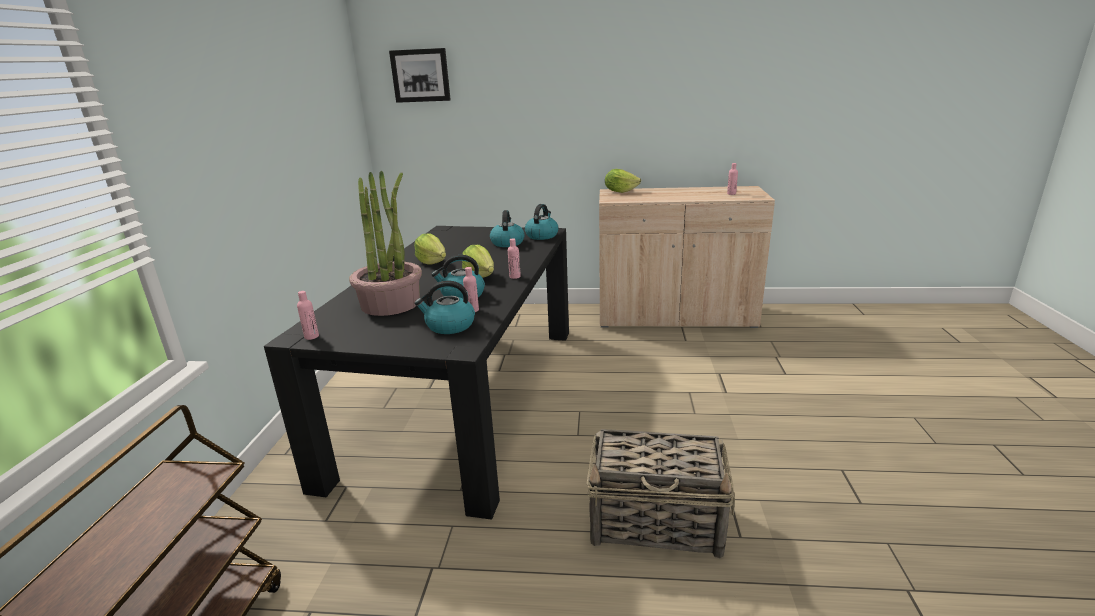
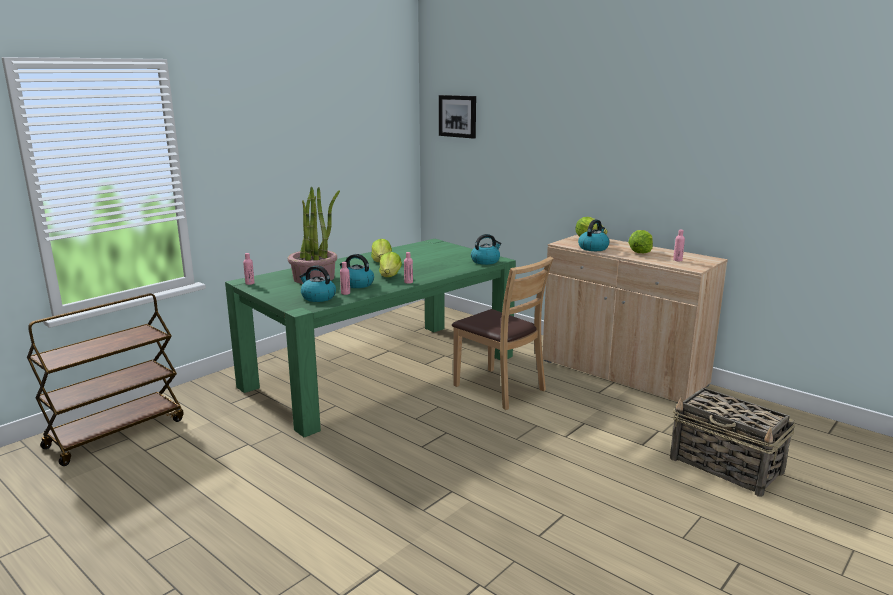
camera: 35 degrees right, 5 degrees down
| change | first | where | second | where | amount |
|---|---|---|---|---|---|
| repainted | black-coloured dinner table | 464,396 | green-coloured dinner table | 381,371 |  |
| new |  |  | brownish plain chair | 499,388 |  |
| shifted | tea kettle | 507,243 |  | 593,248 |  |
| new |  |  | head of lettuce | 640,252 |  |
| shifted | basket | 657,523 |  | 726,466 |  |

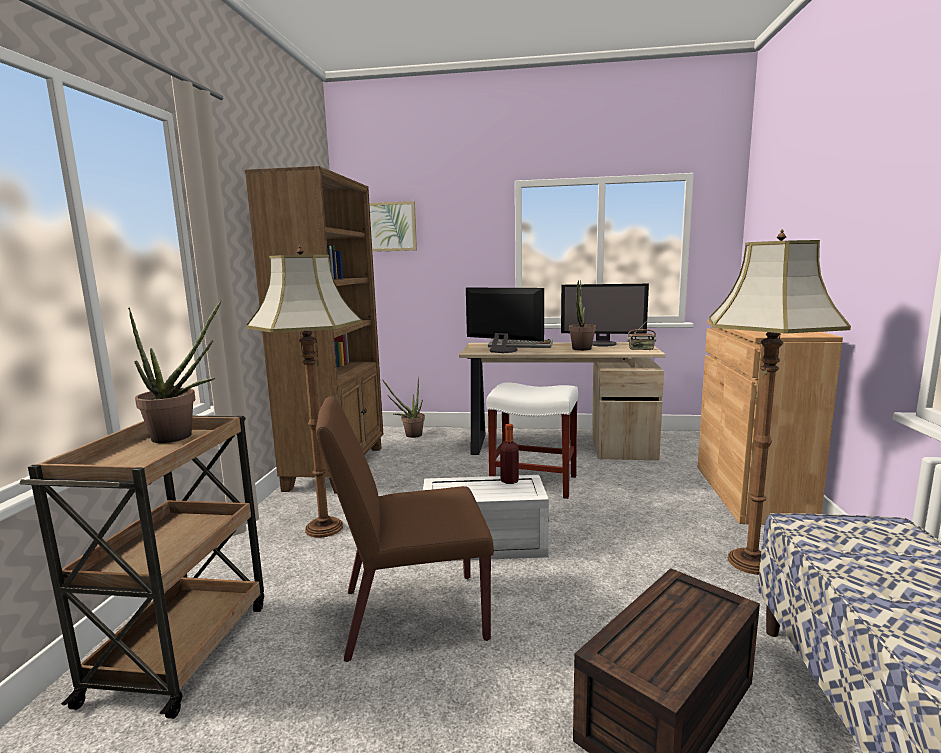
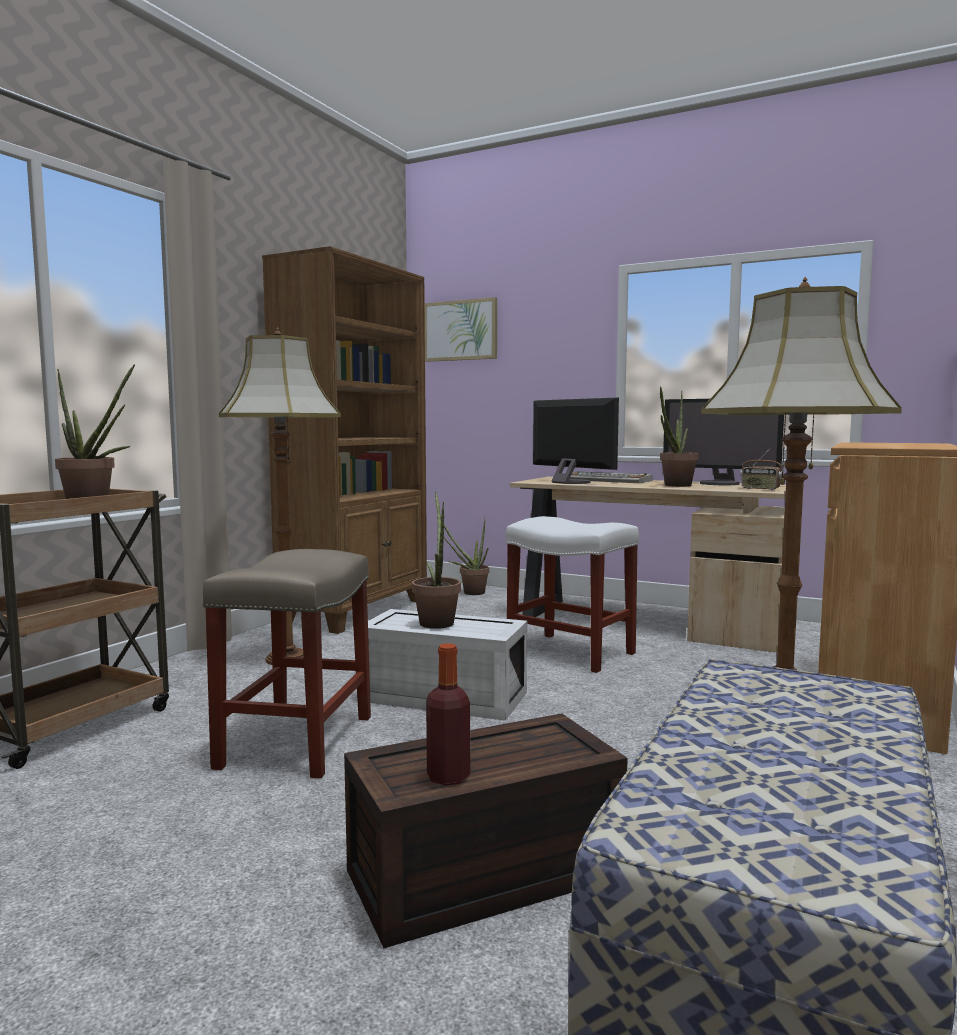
camera: 20 degrees right, 5 degrees down
| change | first | where | second | where | amount |
|---|---|---|---|---|---|
| swapped | brownish plain chair | 411,614 | beige-coloured stool seat | 297,740 |  |
| new |  |  | potted plant | 436,621 |  |
| shifted | drink bottle | 509,481 |  | 448,777 |  |

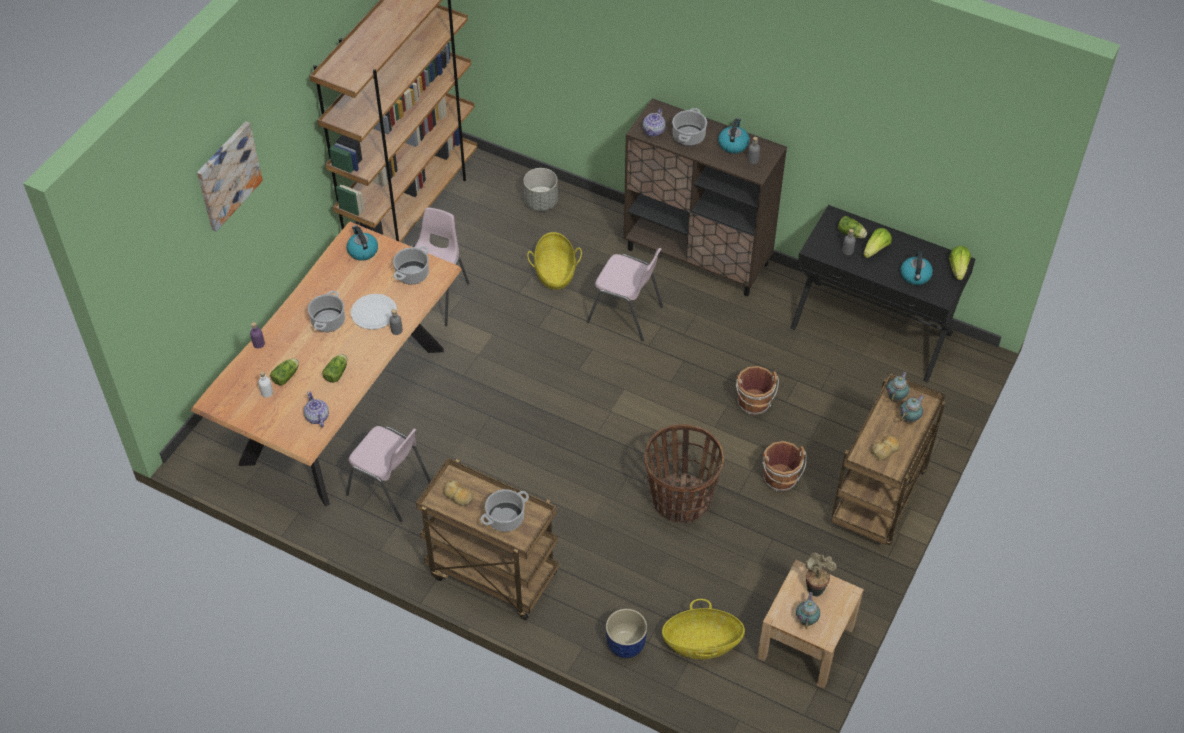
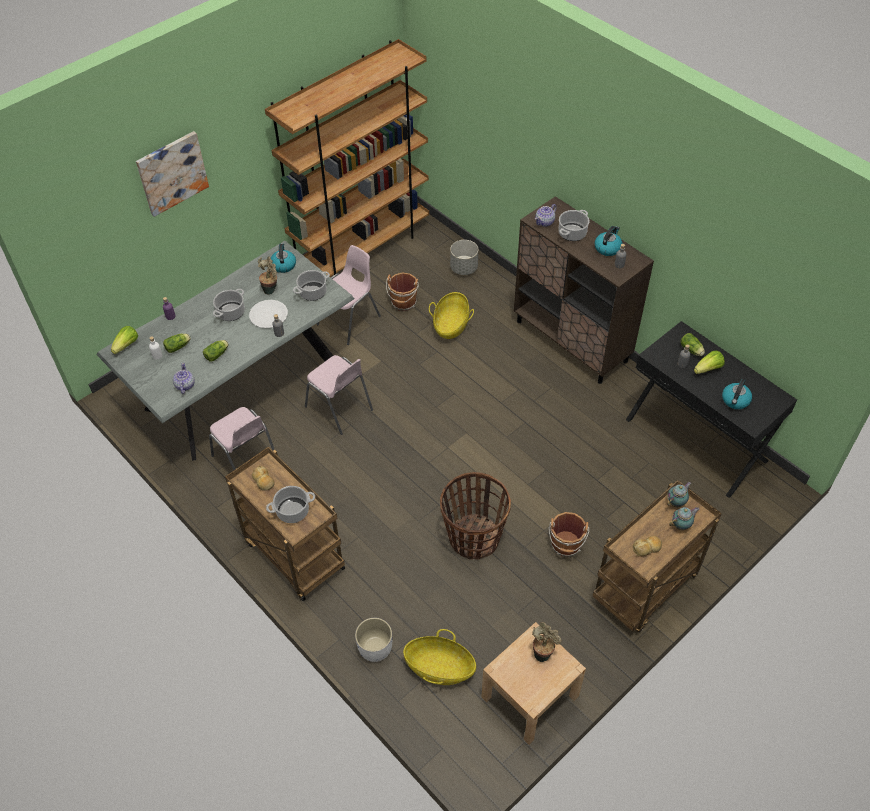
camera: 20 degrees right, 0 degrees up
| change | first | where | second | where | amount |
|---|---|---|---|---|---|
| repainted | brownish dinner table | 344,406 | greyish dinner table | 243,386 |  |
| shifted | head of lettuce | 958,268 |  | 127,345 |  |
| new |  |  | potted plant | 271,289 |  |
| shifted | pinkish plain chair | 626,315 |  | 339,409 |  |
| repainted | blue plant pot | 625,644 | whitish plant pot | 374,648 |  |
| shifted | brownish bucket | 754,404 |  | 403,303 |  |
| gone | teapot | 807,619 |  |  |  |

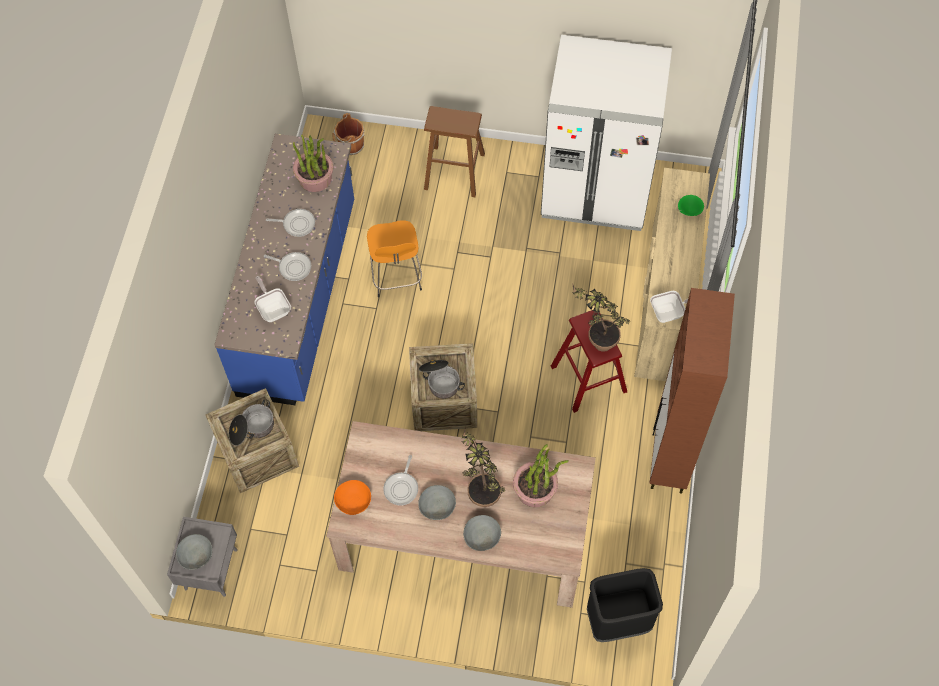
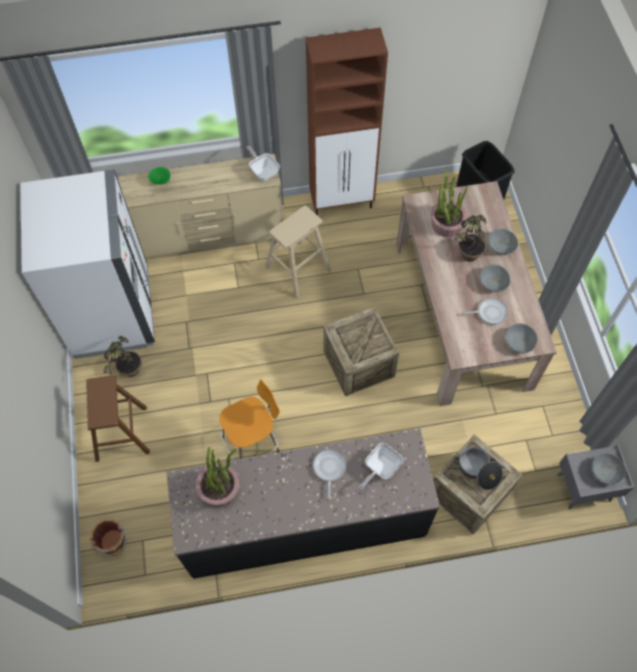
camera: 110 degrees left, 0 degrees up
| change | first | where | second | where | amount |
|---|---|---|---|---|---|
| shifted | potted plant | 596,339 |  | 129,375 |  |
| repainted | blue kitchen base unit | 299,298 | black-coloured kitchen base unit | 304,521 |  |
| repainted | red stool seat | 588,379 | beige-coloured stool seat | 298,269 |  |
| repainted | orange bowl | 354,501 | greyish bowl | 518,342 |  |
| gone | skillet | 297,224 |  |  |  |
| gone | cooking pot | 440,381 |  |  |  |

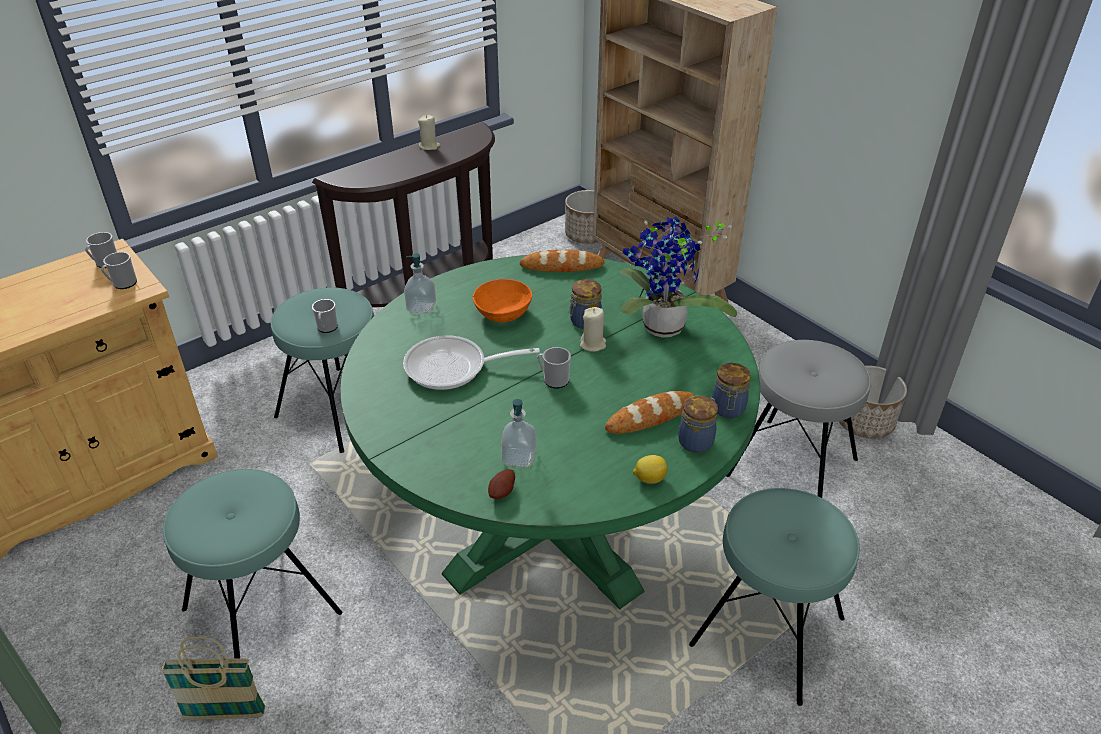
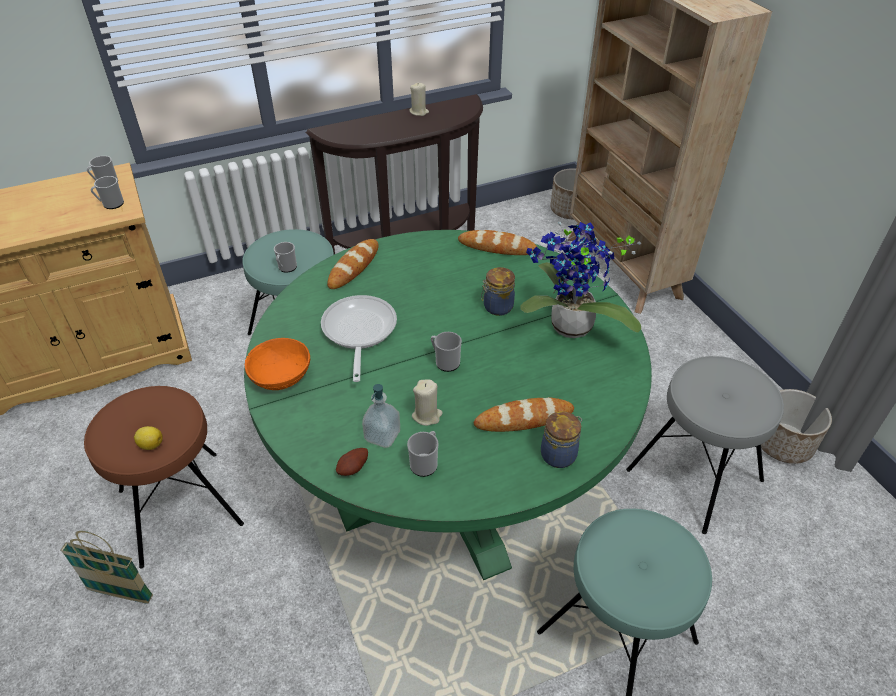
camera: 15 degrees right, 5 degrees up
| change | first | where | second | where | amount |
|---|---|---|---|---|---|
| repainted | blue-green stool seat | 262,611 | brownish stool seat | 180,507 |  |
| shifted | whole lemon | 649,478 |  | 150,444 |  |
| shifted | orange bowl | 504,313 |  | 282,376 |  |
| rotated | skillet | 453,368 |  | 358,333 | 75 degrees clockwise |
| swapped | liquid soap bottle | 421,307 | bread | 354,267 |  |
| new |  |  | mug | 425,463 |  |
| shifted | beige-coloured candle | 593,344 |  | 427,415 |  |
| gone | storage jar | 728,409 |  |  |  |

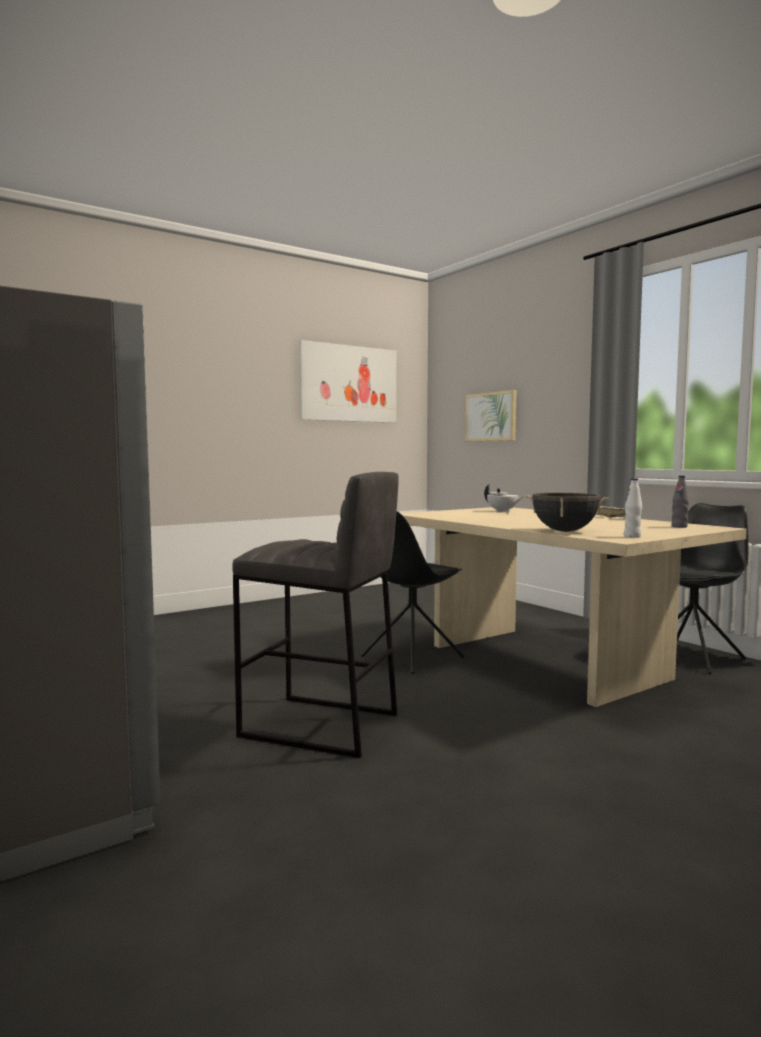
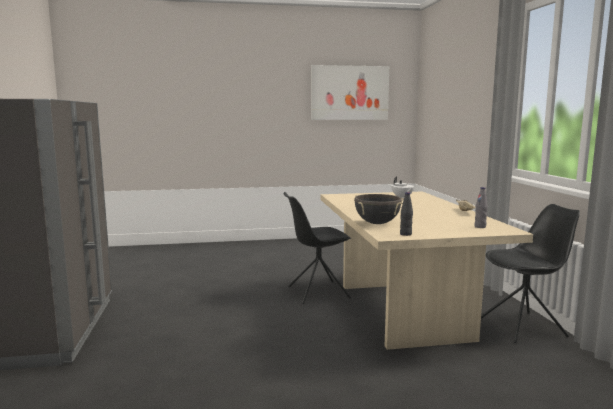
camera: 25 degrees right, 5 degrees up
| change | first | where | second | where | amount |
|---|---|---|---|---|---|
| repainted | whitish drink bottle | 632,536 | black-coloured drink bottle | 405,234 |  |
| gone | greyish stool seat | 320,726 |  |  |  |
| gone | picture | 491,416 |  |  |  |

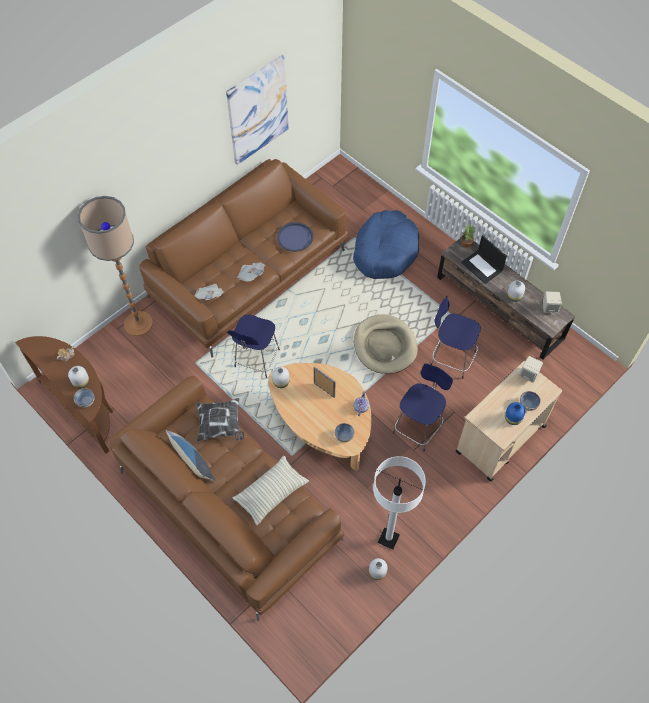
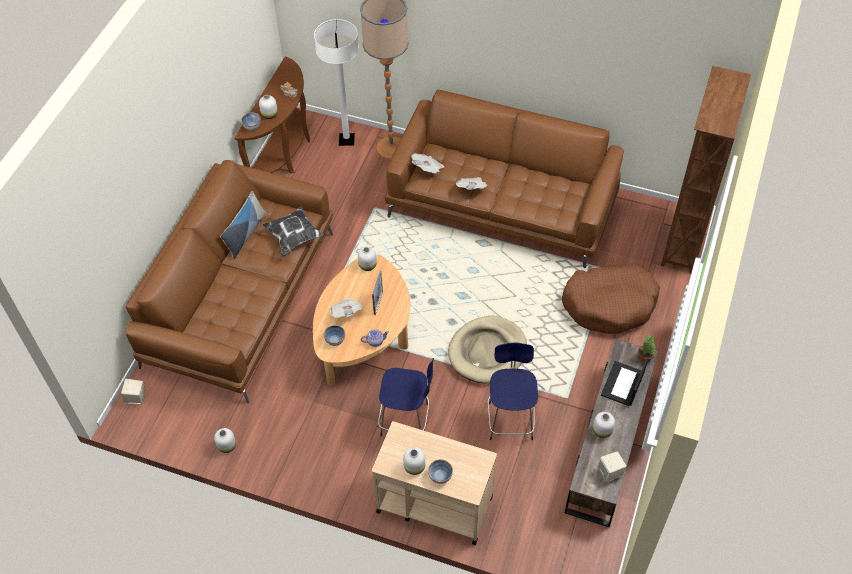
camera: 65 degrees right, 5 degrees down
| change | first | where | second | where | amount |
|---|---|---|---|---|---|
| shifted | beige-coloured speaker | 528,374 |  | 136,397 |  |
| shifted | whitish floor lamp | 388,539 |  | 346,140 |  |
| new |  |  | daily paper | 346,312 |  |
| repainted | blue decorative vase | 513,419 | whitish decorative vase | 414,467 |  |
| repainted | blue dog cushion | 385,251 | brownish dog cushion | 610,304 |  |
| new |  |  | brownish bookshelf | 683,241 |  |
| gone | picture | 257,110 |  |  |  |
| gone | blue stool seat | 256,360 |  |  |  |
| gone | throw pillow | 271,493 |  |  |  |
| gone | blue serving tray | 295,237 |  |  |  |

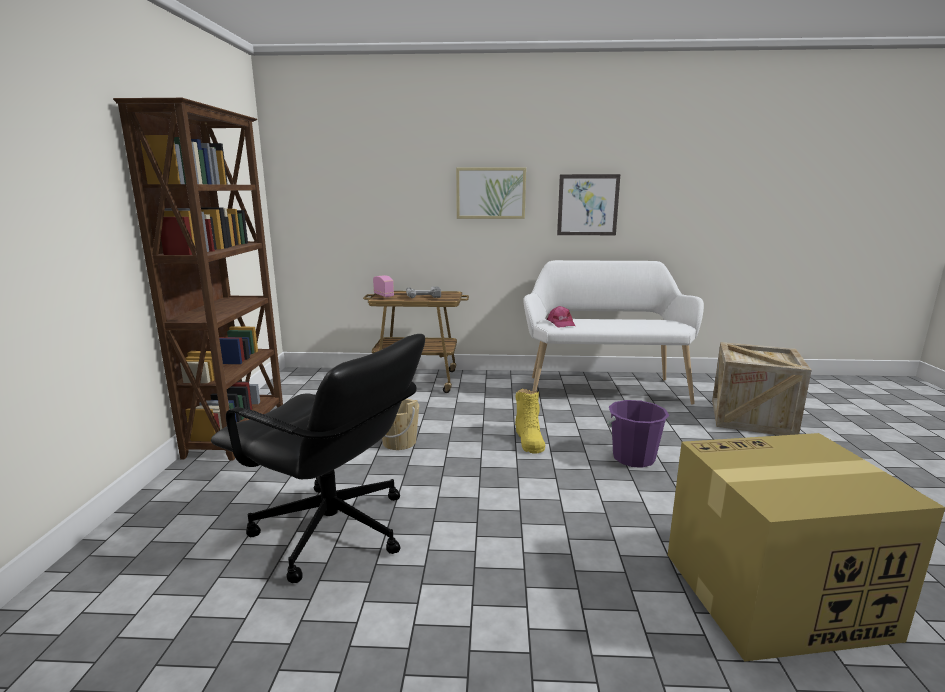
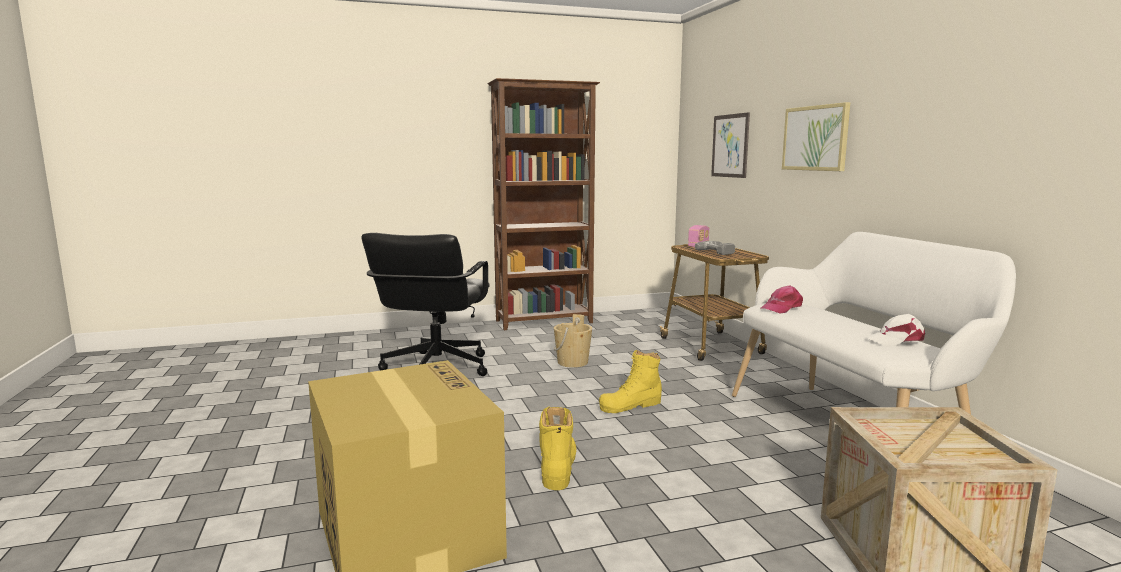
camera: 70 degrees right, 5 degrees down
| change | first | where | second | where | amount |
|---|---|---|---|---|---|
| new |  |  | yellow-coloured tall boot | 558,468 |  |
| shifted | picture | 588,205 |  | 730,146 |  |
| new |  |  | whitish peaked cap | 896,340 |  |
| gone | purple bucket | 633,458 |  |  |  |

